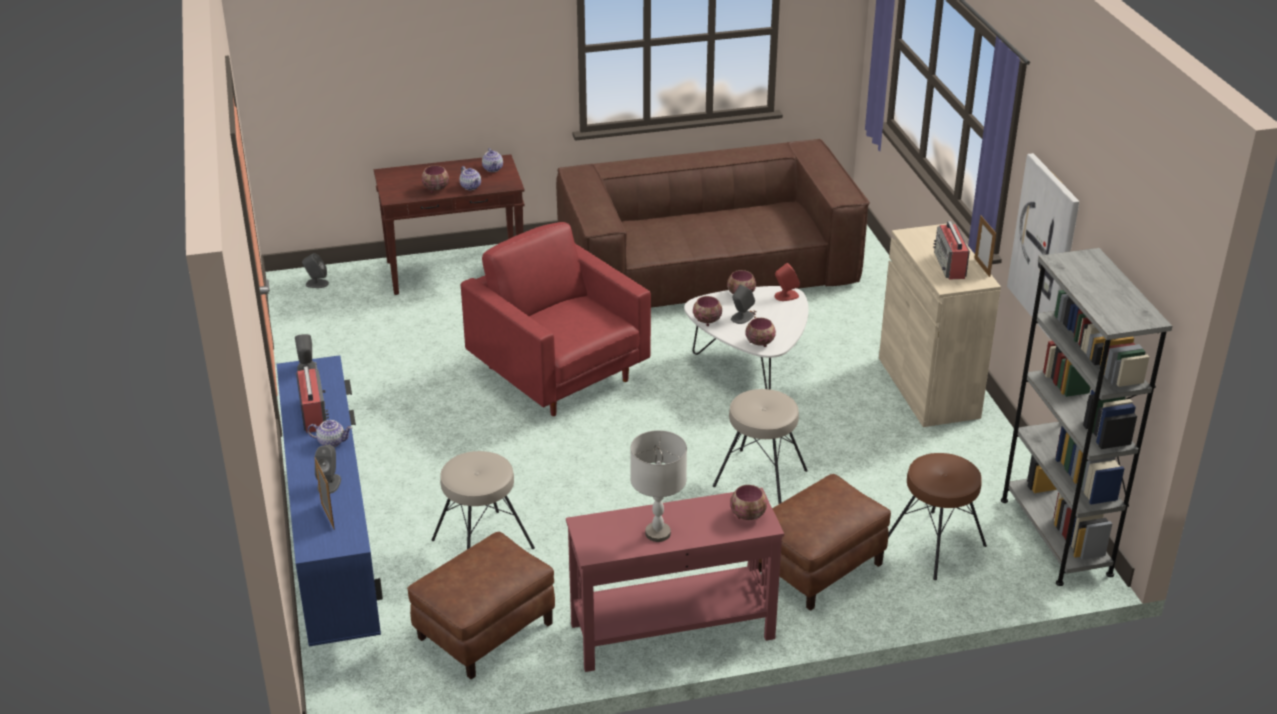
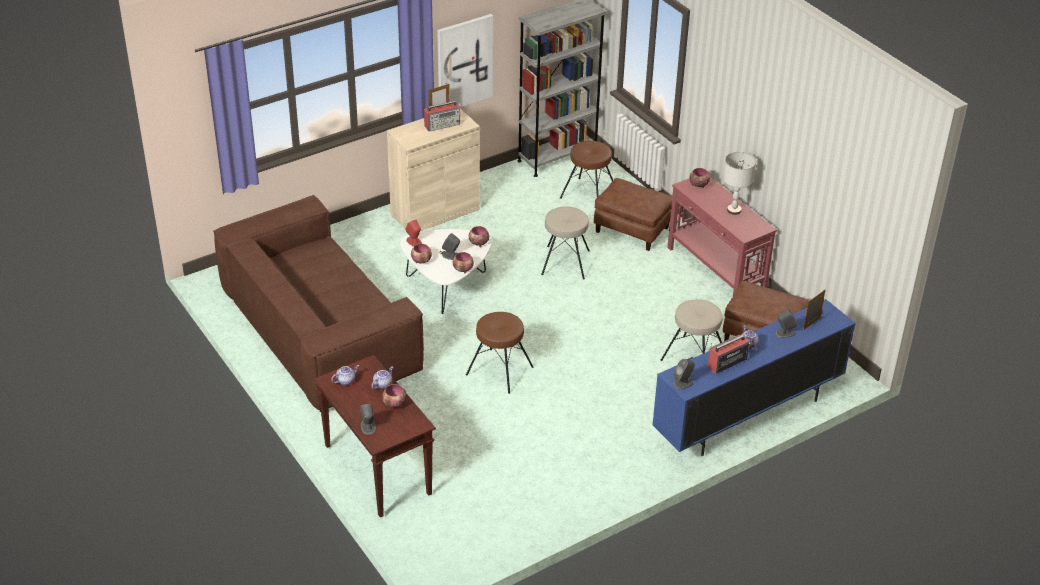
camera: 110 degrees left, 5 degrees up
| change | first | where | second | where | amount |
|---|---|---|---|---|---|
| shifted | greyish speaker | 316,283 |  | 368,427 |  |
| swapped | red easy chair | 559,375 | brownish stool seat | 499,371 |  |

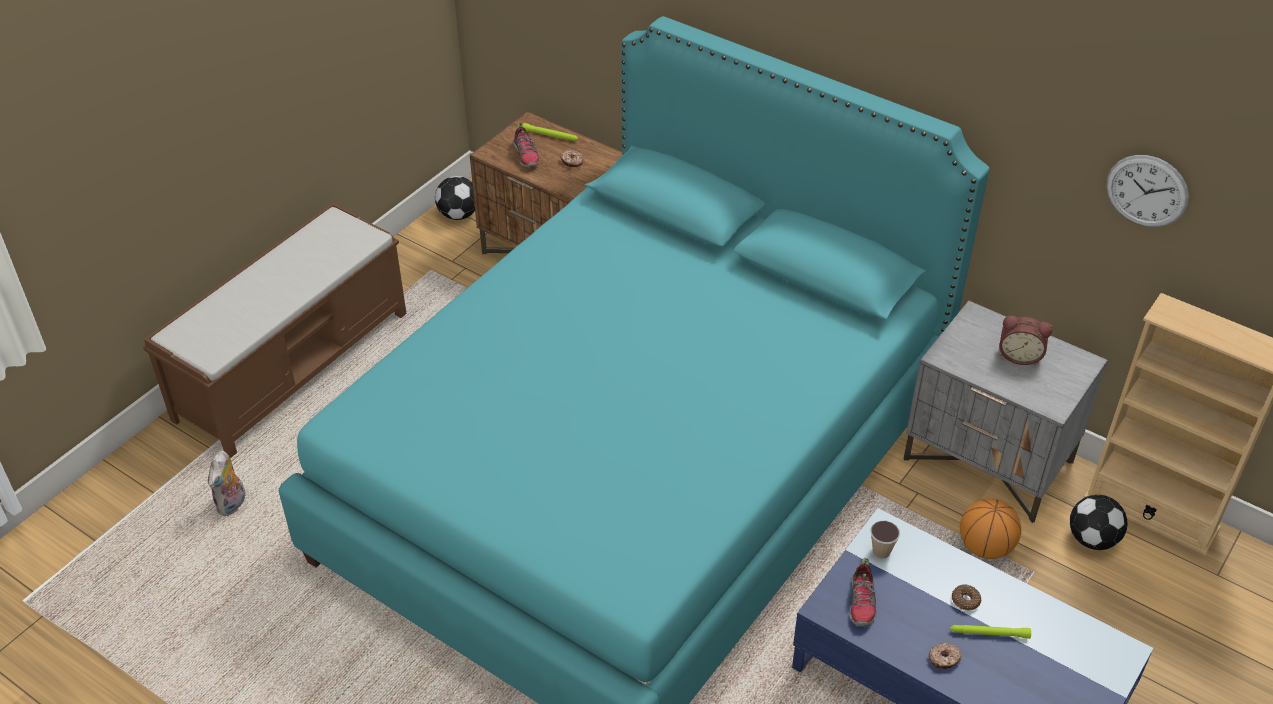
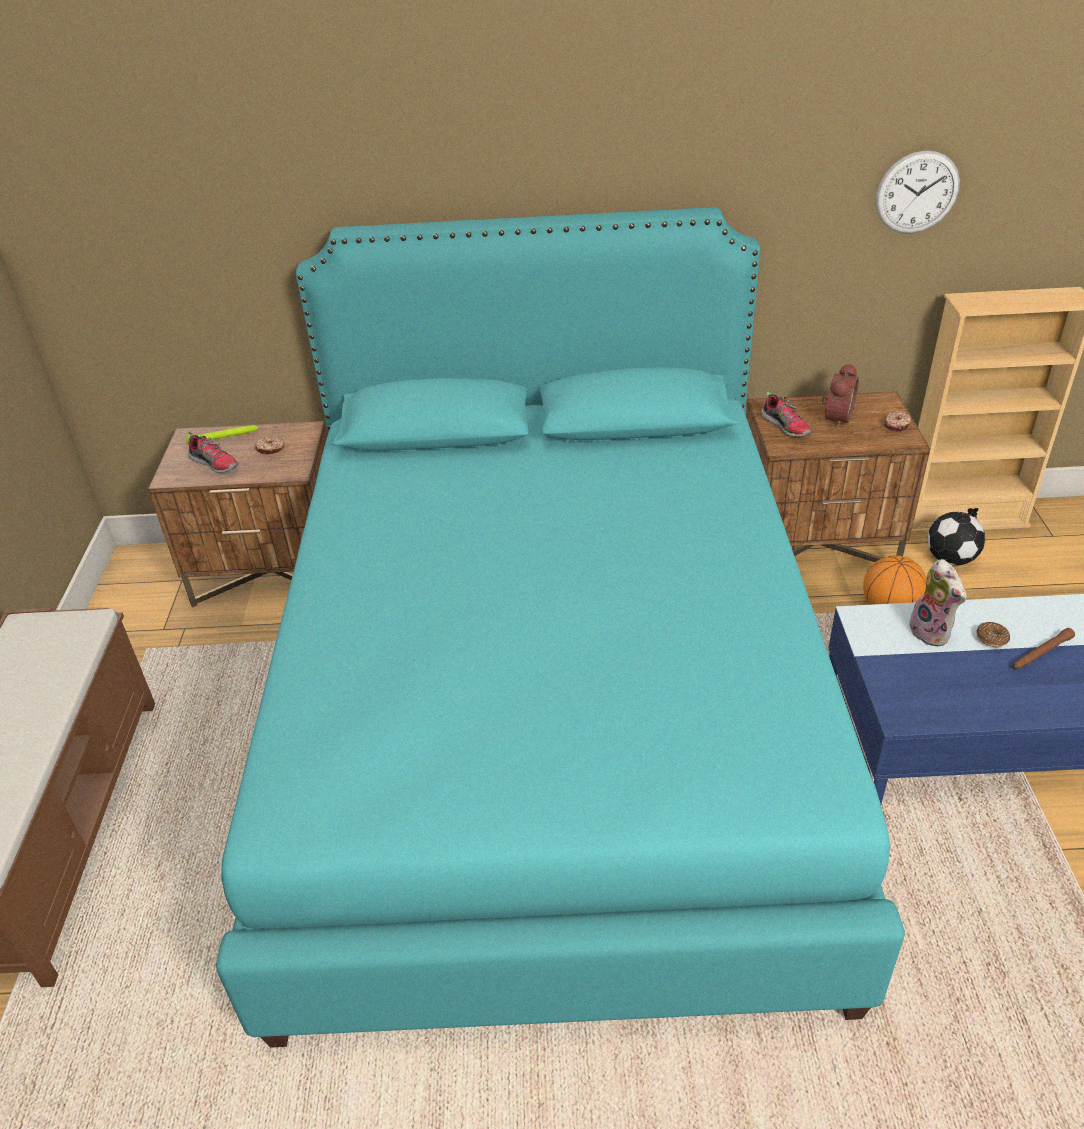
camera: 35 degrees left, 5 degrees down
| change | first | where | second | where | amount |
|---|---|---|---|---|---|
| repainted | greyish nightstand | 989,461 | brownish nightstand | 817,544 |  |
| shifted | item of footwear | 862,602 |  | 786,426 |  |
| rotated | alarm clock | 1019,355 |  | 835,417 | 45 degrees counterclockwise |
| shifted | ring doughnut | 944,659 |  | 897,425 |  |
| shifted | plush toy | 233,505 |  | 932,632 |  |
| repainted | green-coloured flashlight | 989,633 | brownish flashlight | 1041,653 |  |
| gone | football | 458,215 |  |  |  |
| gone | small cup | 881,551 |  |  |  |

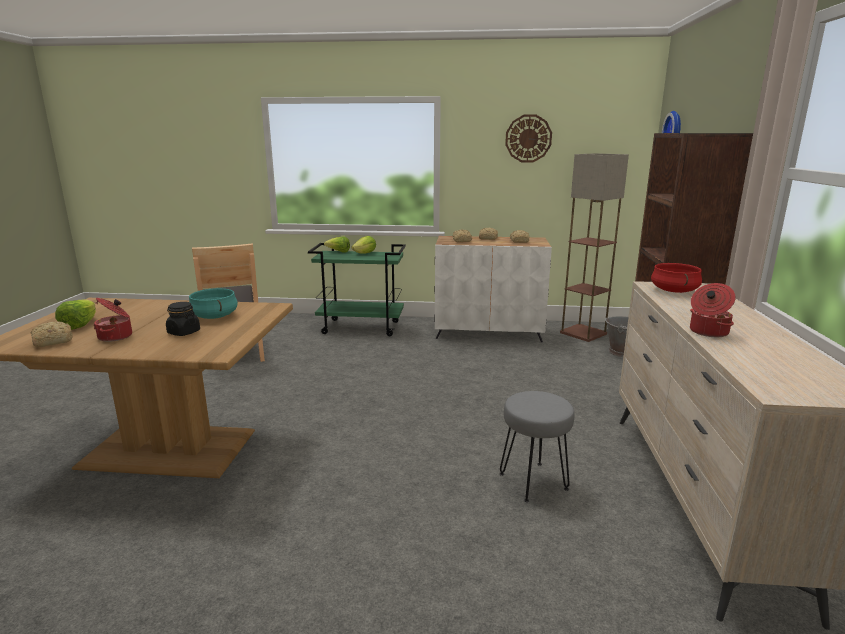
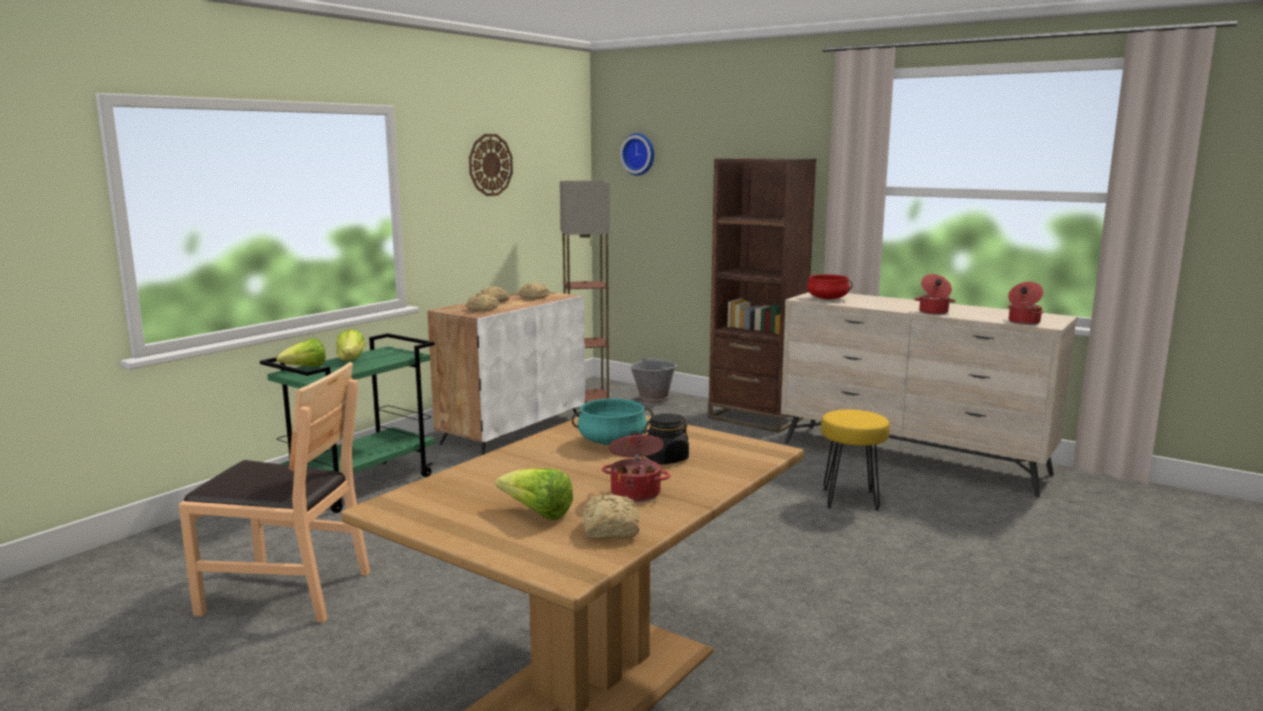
camera: 60 degrees left, 5 degrees down
| change | first | where | second | where | amount |
|---|---|---|---|---|---|
| repainted | greyish stool seat | 532,481 | yellow-coloured stool seat | 849,499 |  |
| new |  |  | cooking pot | 1023,322 |  |

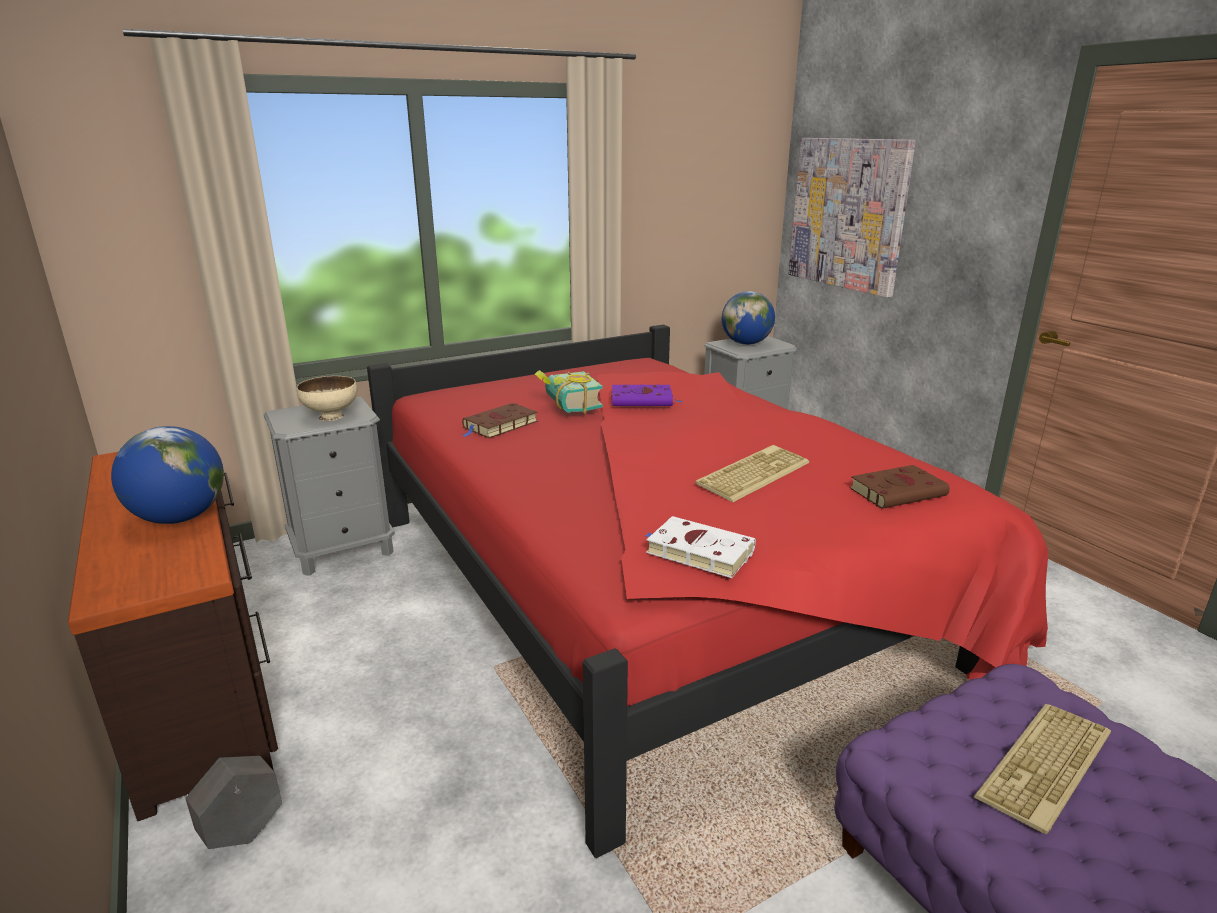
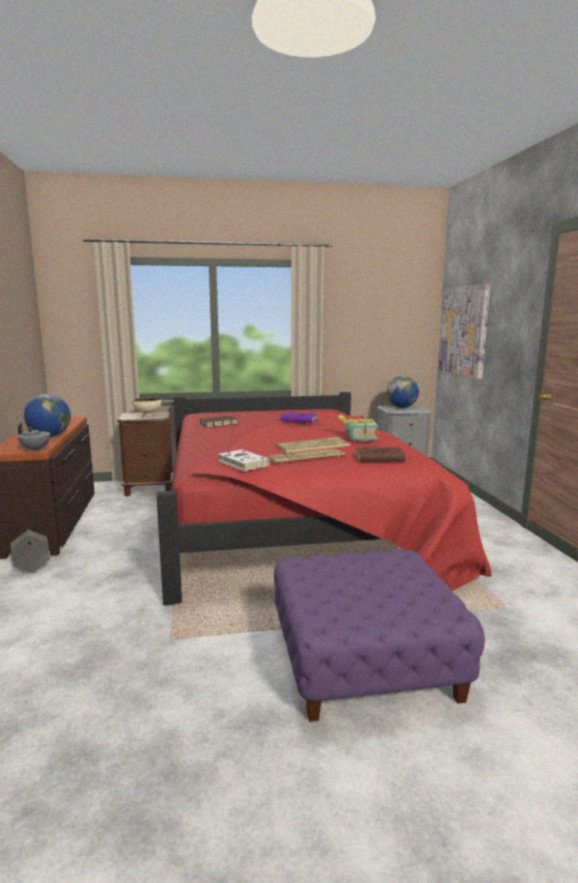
camera: 20 degrees right, 10 degrees down
| change | first | where | second | where | amount |
|---|---|---|---|---|---|
| new |  |  | greyish teapot | 35,449 |  |
| repainted | greyish nightstand | 343,550 | brownish nightstand | 149,489 |  |
| shifted | keyboard | 1047,768 |  | 305,457 |  |
| shifted | book | 567,406 |  | 356,438 |  |

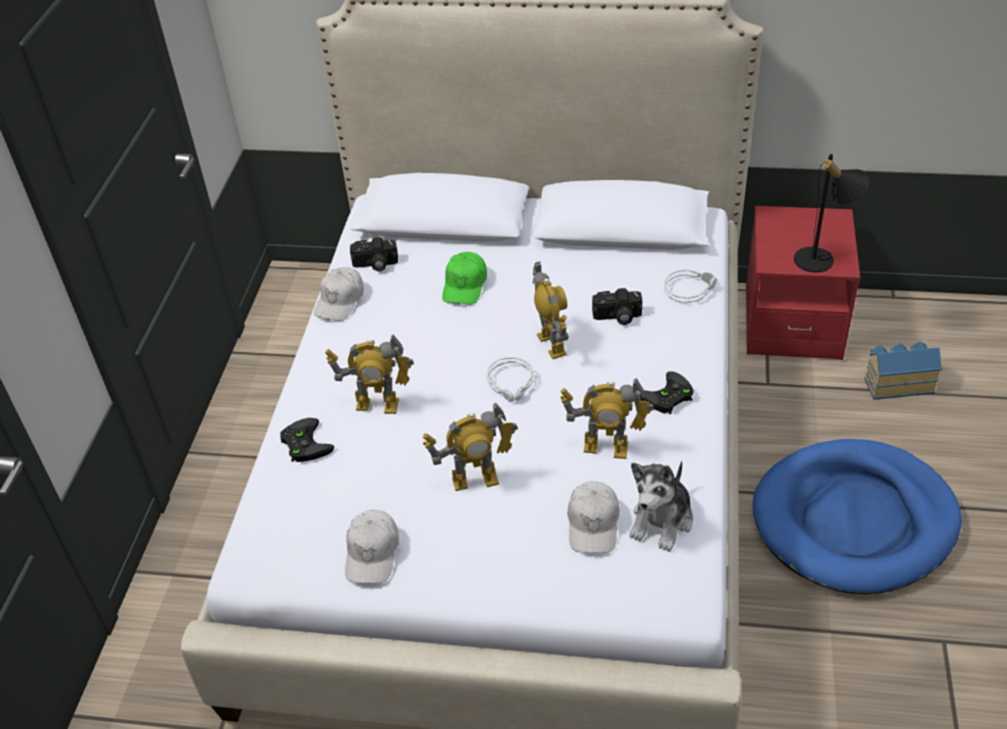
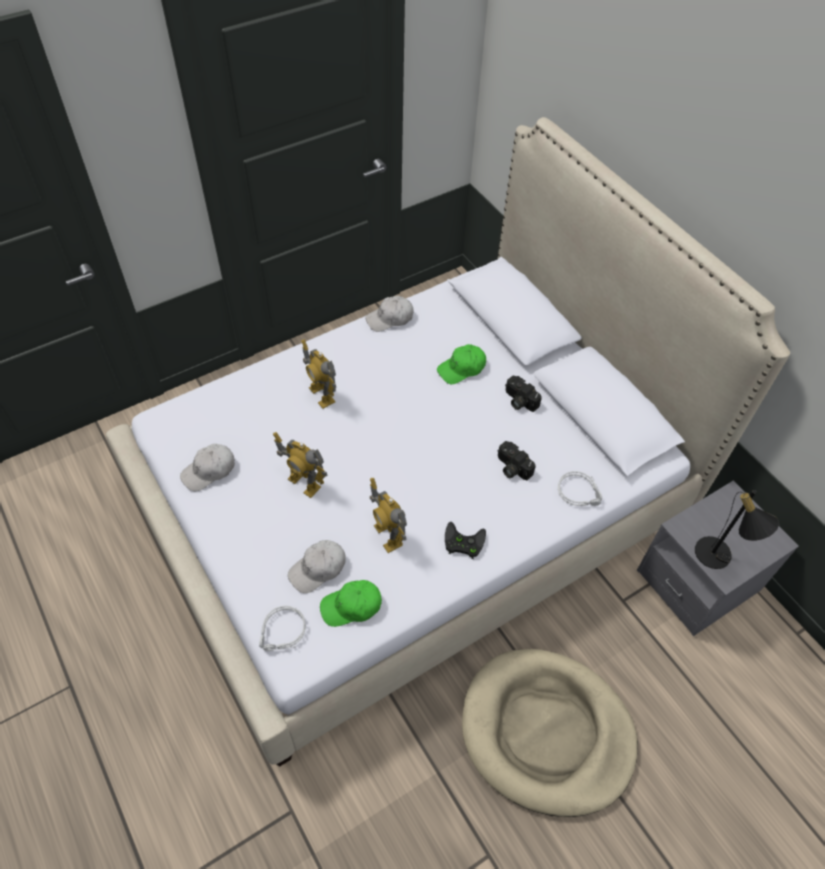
camera: 45 degrees right, 10 degrees up
| change | first | where | second | where | amount |
|---|---|---|---|---|---|
| shifted | greyish headset | 512,383 |  | 282,633 |  |
| swapped | plush toy | 662,520 | green-coloured peaked cap | 351,606 |  |
| repainted | blue dog cushion | 854,521 | beige-coloured dog cushion | 546,732 |  |
| shifted | photo camera | 375,264 |  | 519,401 |  |
| repainted | red nightstand | 792,323 | greyish nightstand | 698,581 |  |
| gone | black-coloured game controller | 304,443 |  |  |  |
| gone | toy robot | 552,344 |  |  |  |
| gone | model house | 897,383 |  |  |  |

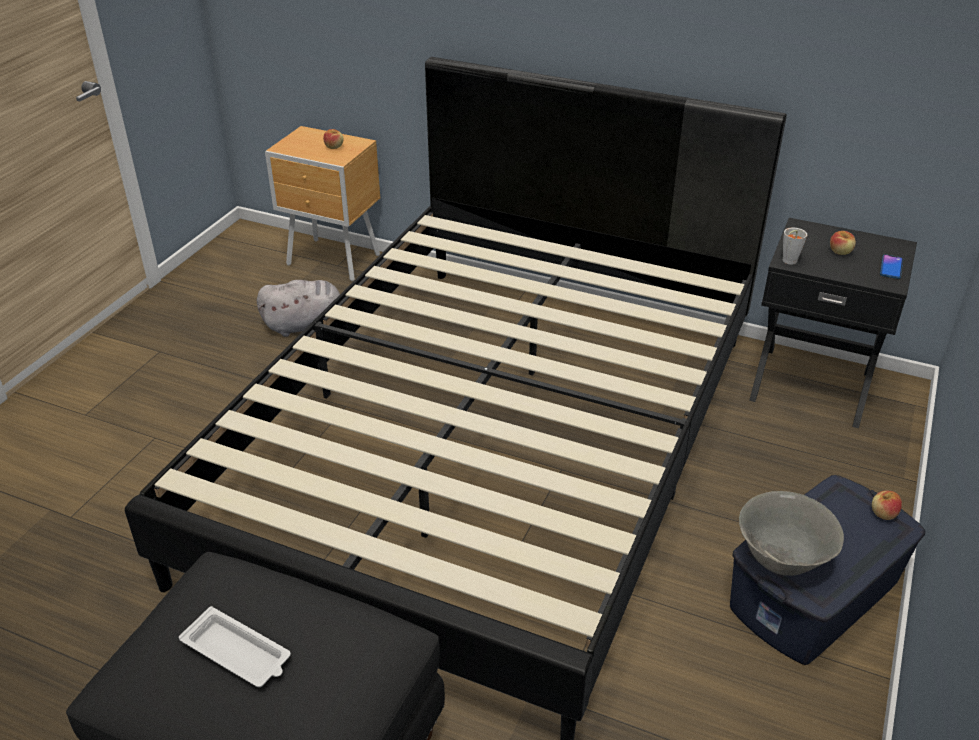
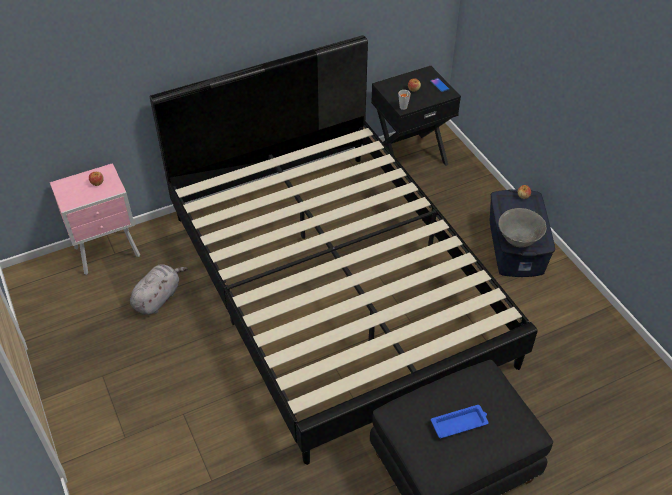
camera: 50 degrees left, 10 degrees up
| change | first | where | second | where | amount |
|---|---|---|---|---|---|
| repainted | brownish nightstand | 334,261 | pinkish nightstand | 109,252 |  |
| repainted | whitish serving tray | 238,653 | blue serving tray | 460,423 |  |

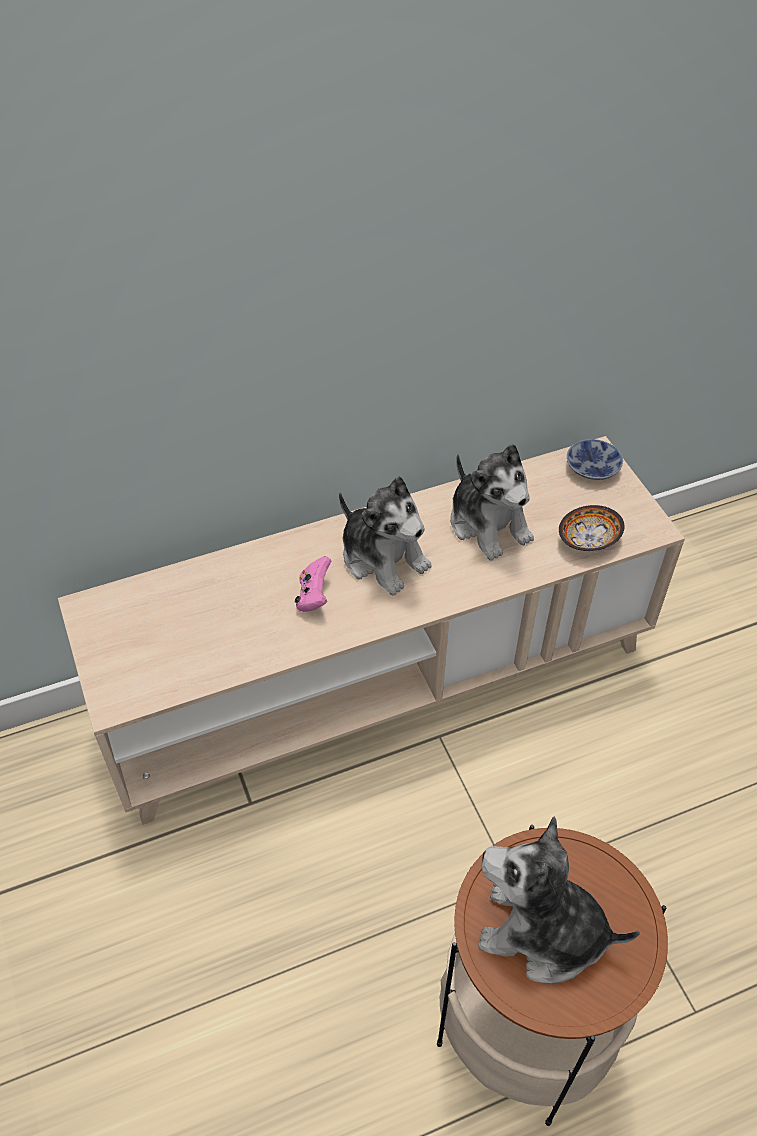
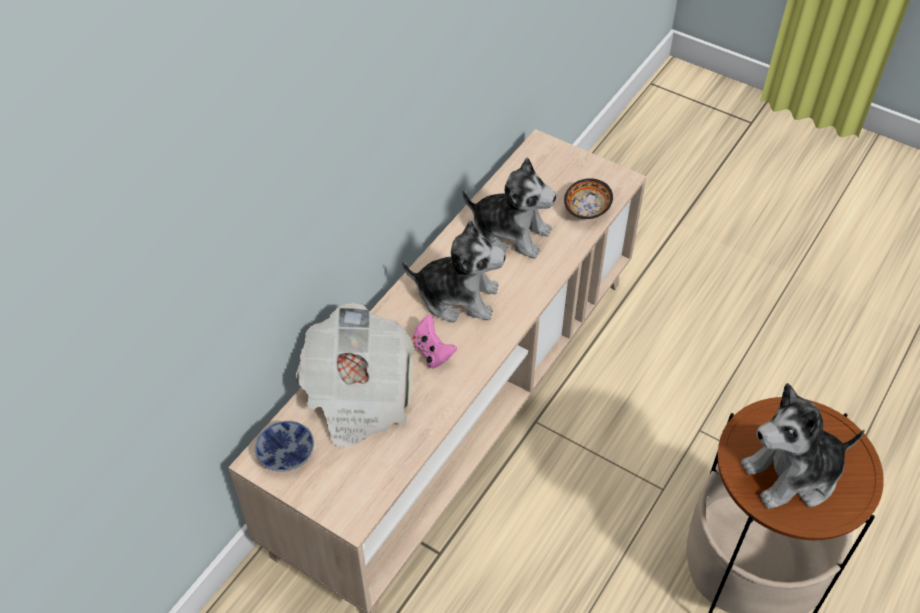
camera: 35 degrees left, 0 degrees up
| change | first | where | second | where | amount |
|---|---|---|---|---|---|
| shifted | bowl | 594,468 |  | 288,451 |  |
| new |  |  | daily paper | 358,395 |  |

